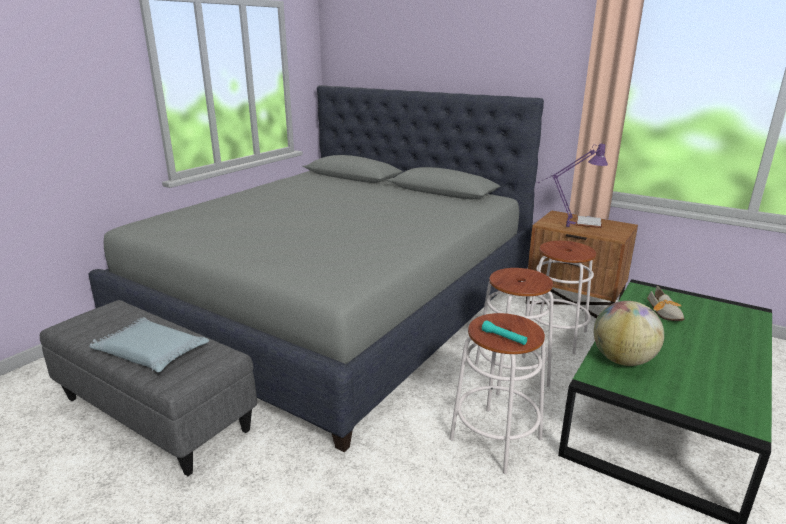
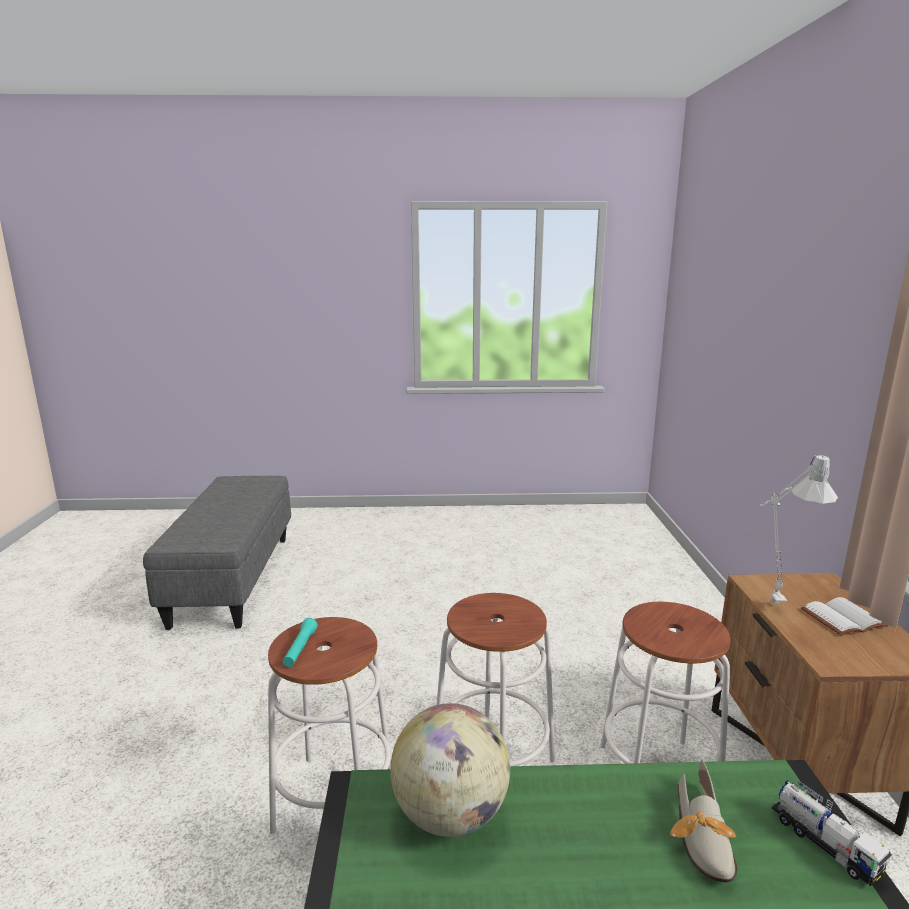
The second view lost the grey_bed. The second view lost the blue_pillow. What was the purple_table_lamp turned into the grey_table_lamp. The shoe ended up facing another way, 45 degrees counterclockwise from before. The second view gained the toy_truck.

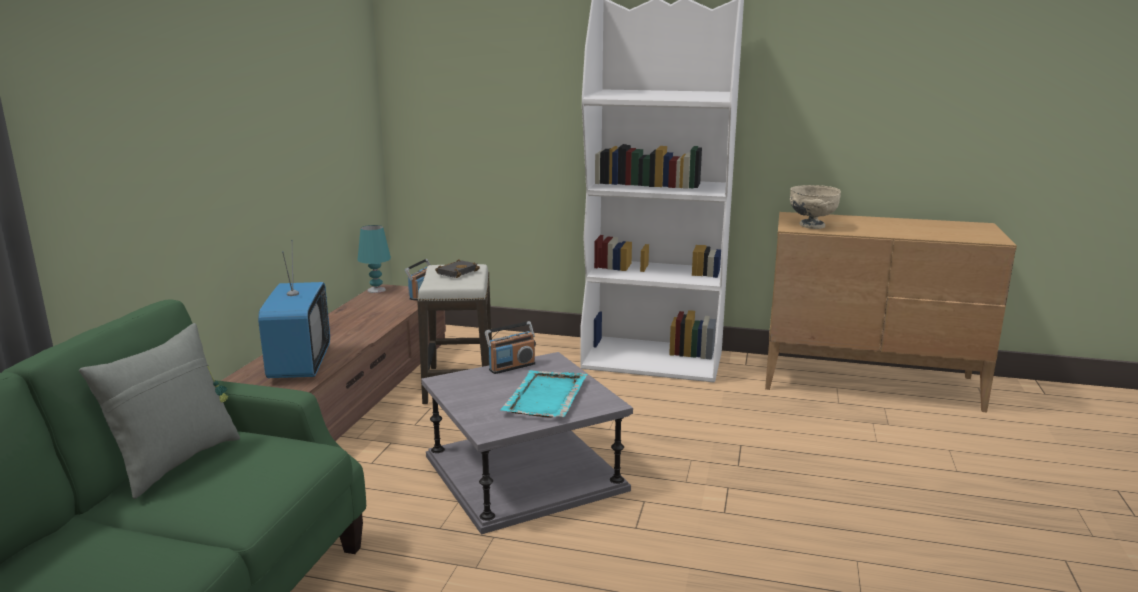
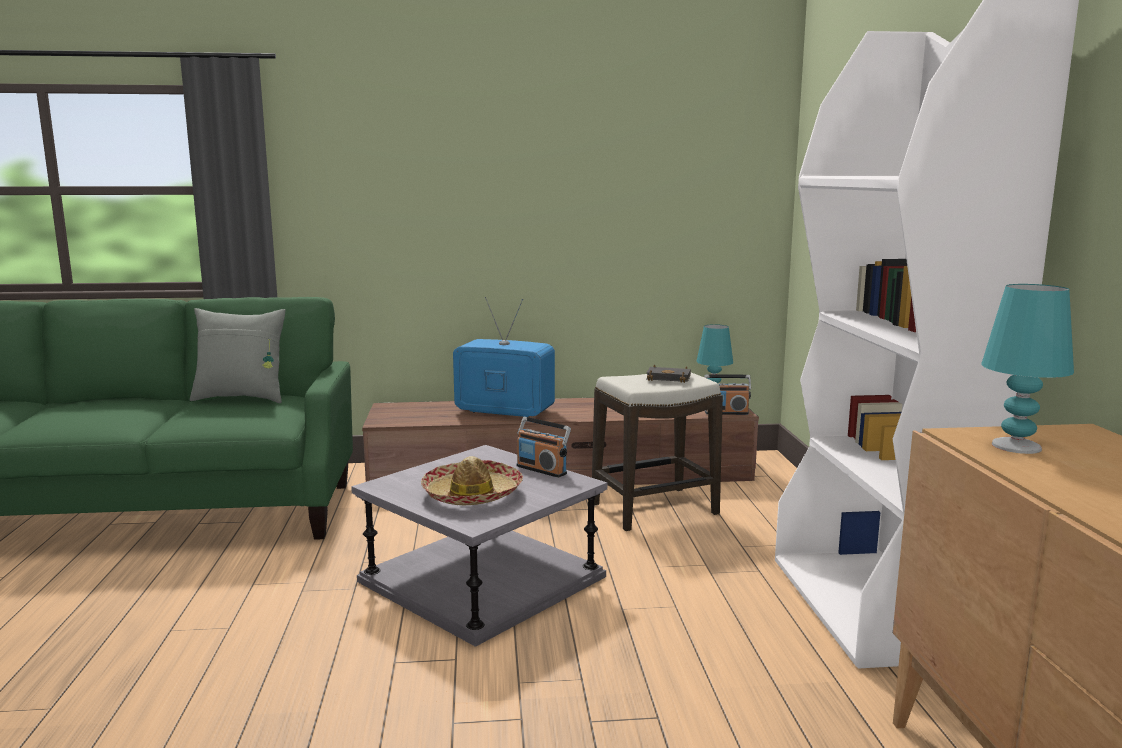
The television ended up facing another way, 135 degrees counterclockwise from before. Where the turquoise_tray stood, the hat came to stand. Where the beige_bowl stood, the turquoise_table_lamp (2nd from left) came to stand.

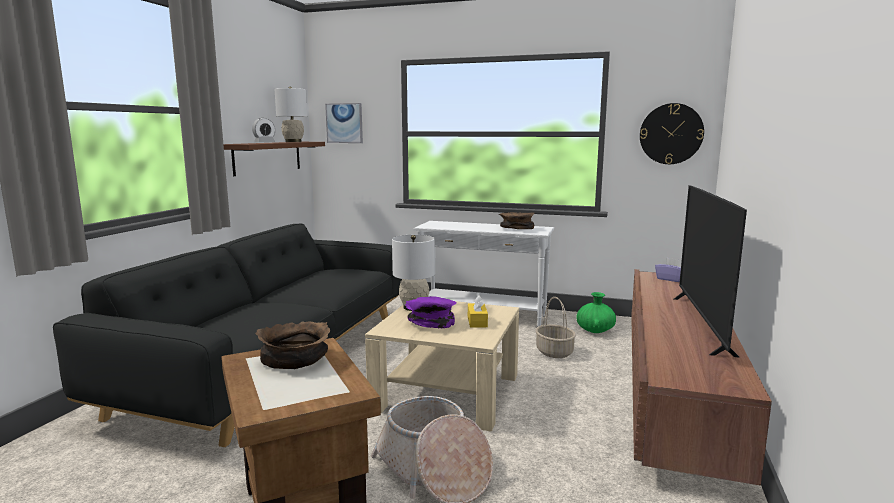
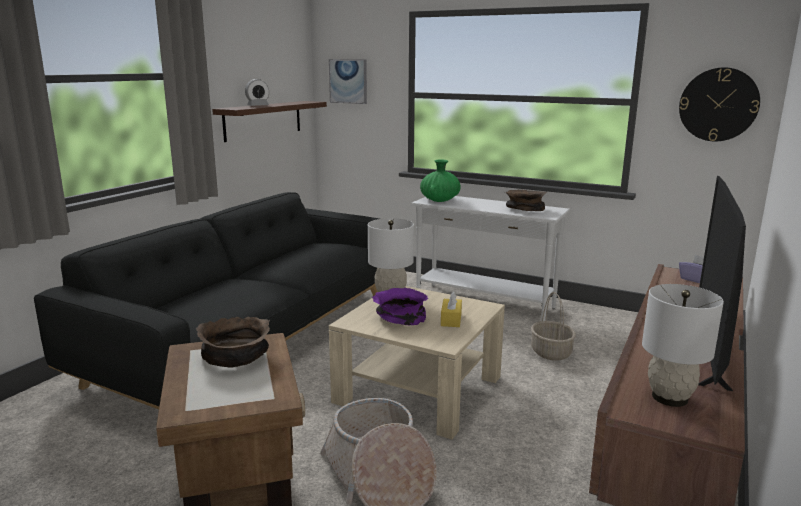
The white_table_lamp (1st from left in the first image) ended up elsewhere. The green_vase ended up elsewhere.

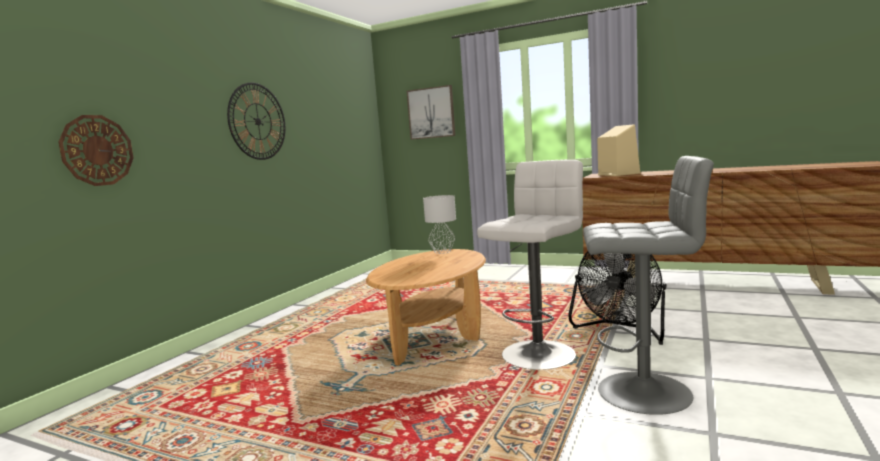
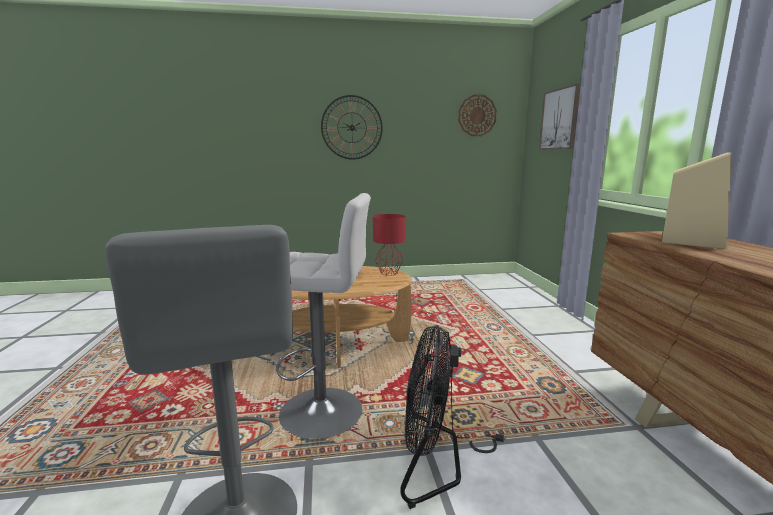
The wall_clock (1st from left in the first image) ended up elsewhere. What was the grey_table_lamp turned into the red_table_lamp.

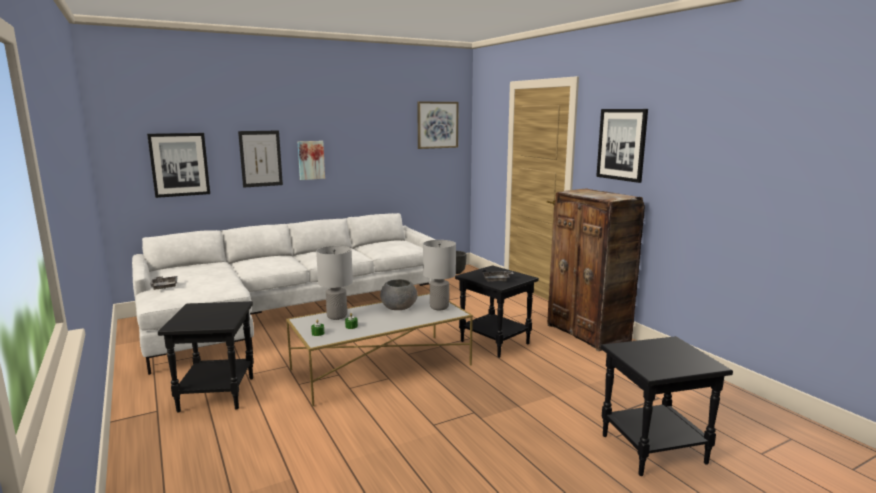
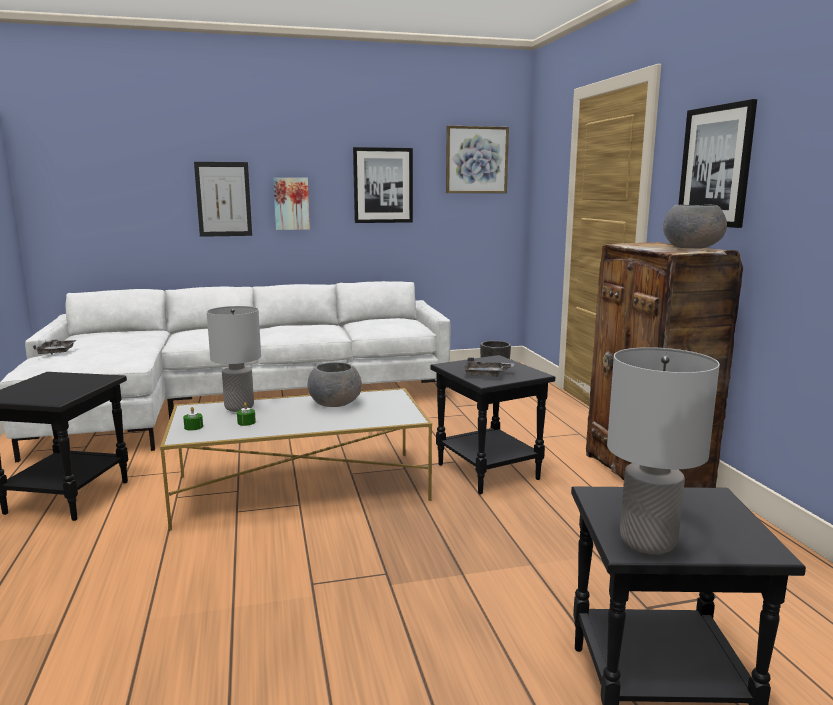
The picture (1st from left in the first image) ended up elsewhere. The grey_table_lamp (2nd from left) ended up elsewhere. The second view gained the grey_bowl (2nd from left).

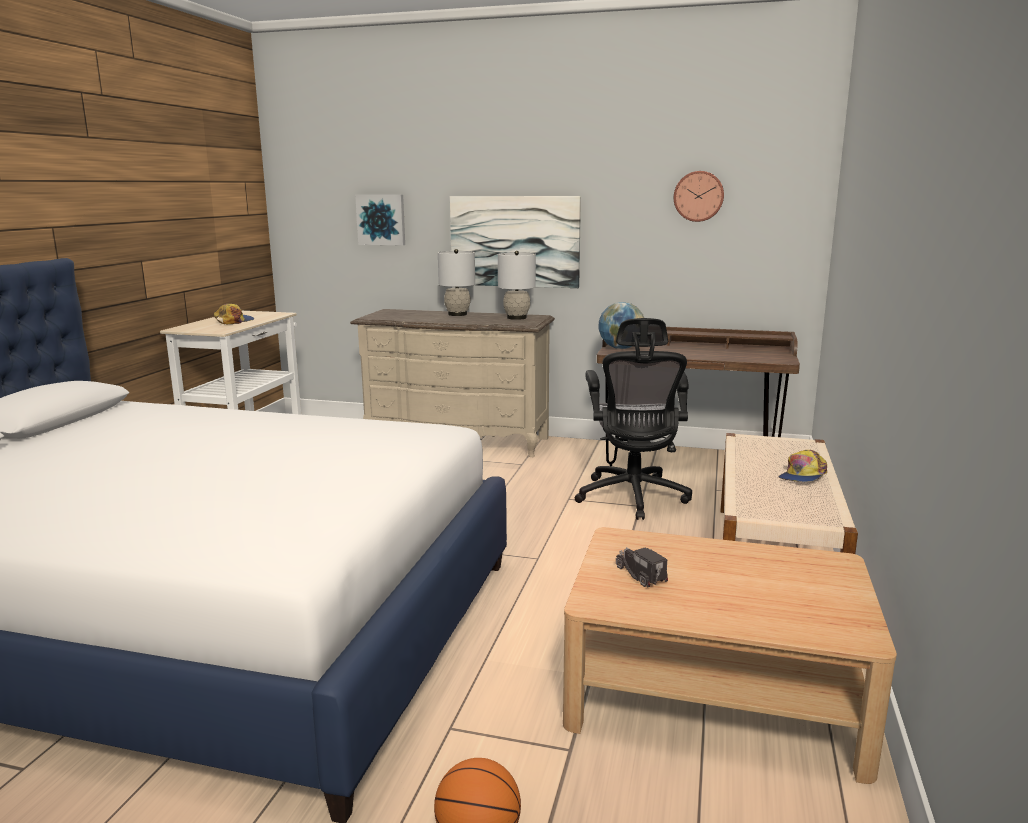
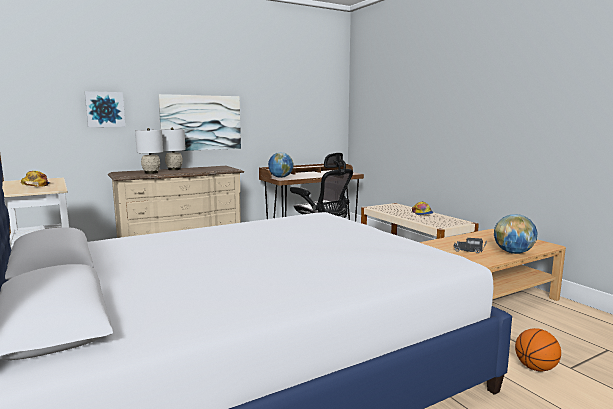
The white_table_lamp (2nd from left in the first image) ended up elsewhere. The second view lost the wall_clock. The second view gained the globe (2nd from left).

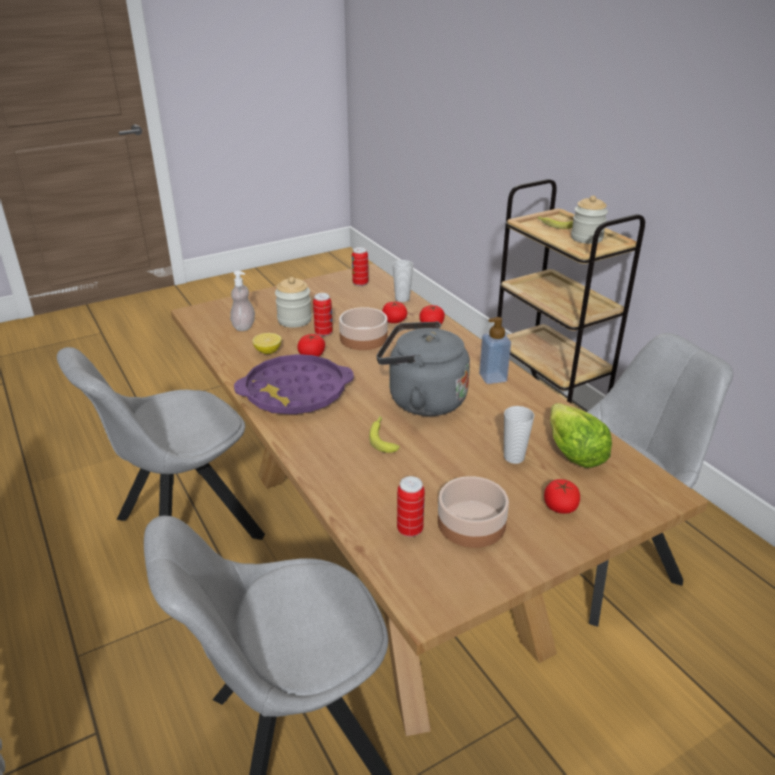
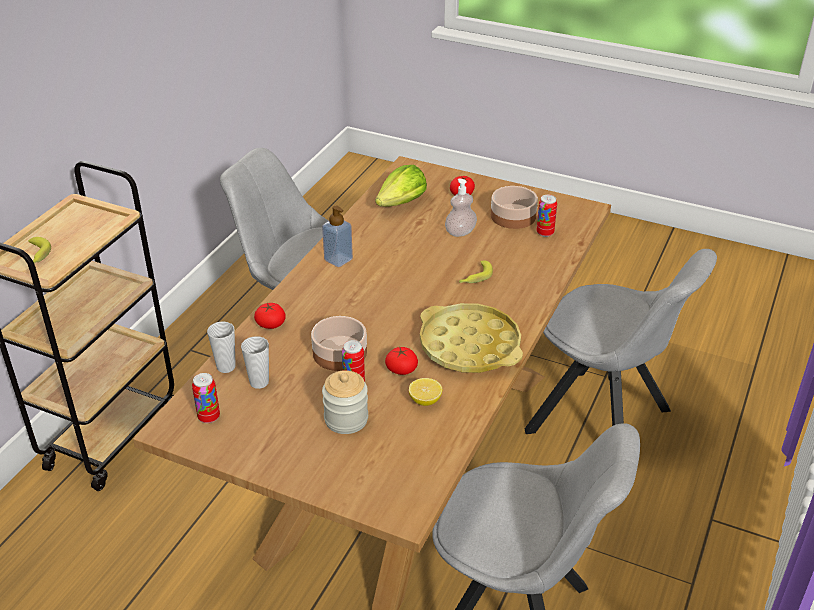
The soap_dispenser (1st from left in the first image) ended up elsewhere. What was the purple_tray turned into the yellow_tray. The second view lost the grey_kettle. The second view lost the tomato (2nd from left). The cup (2nd from left) ended up elsewhere. The second view lost the jar (2nd from left).

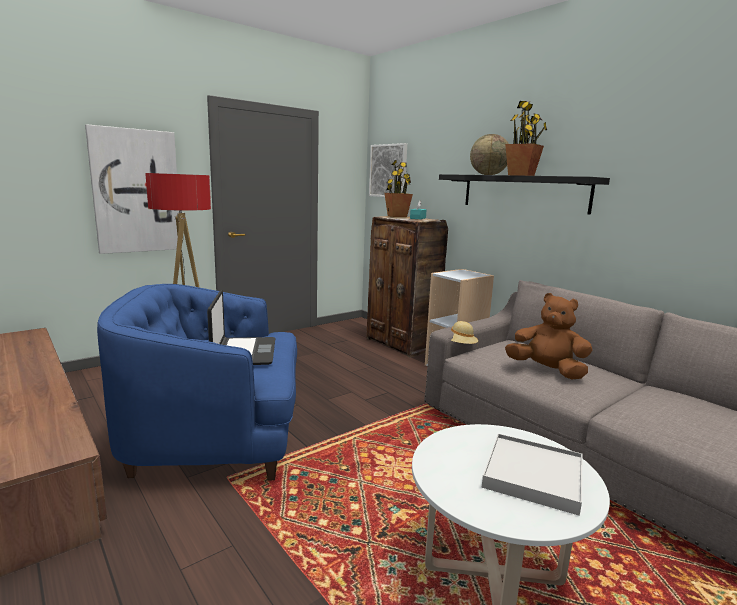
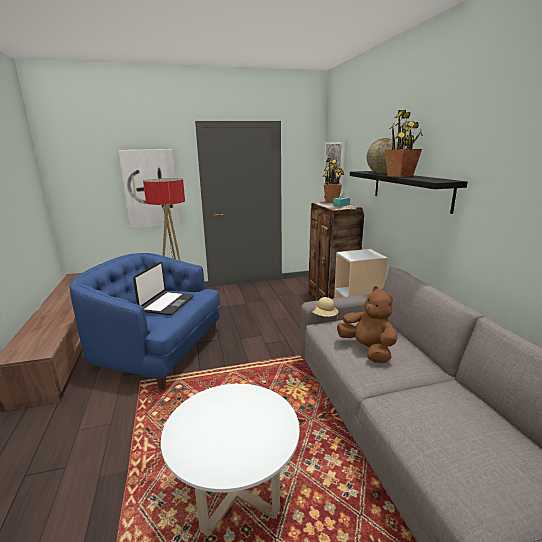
The second view lost the white_tray.

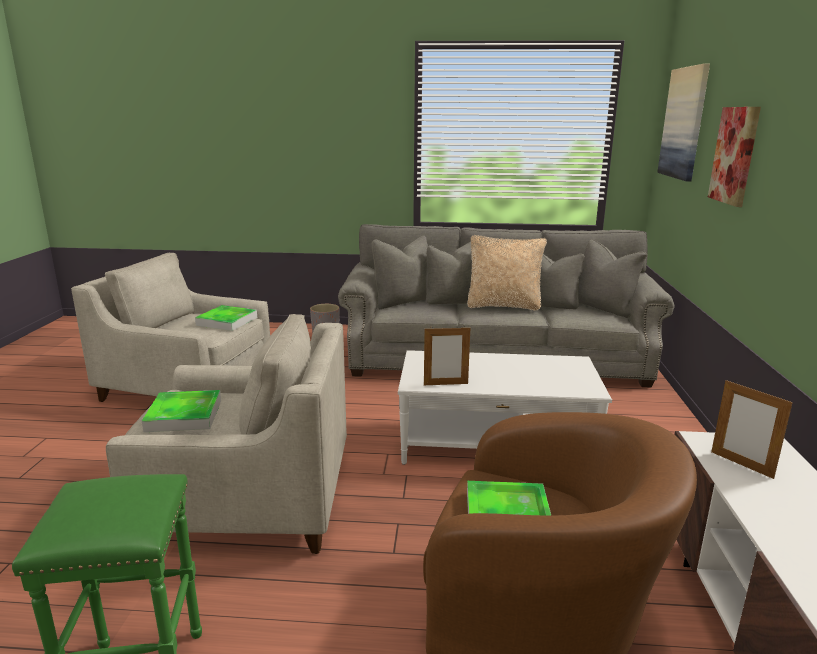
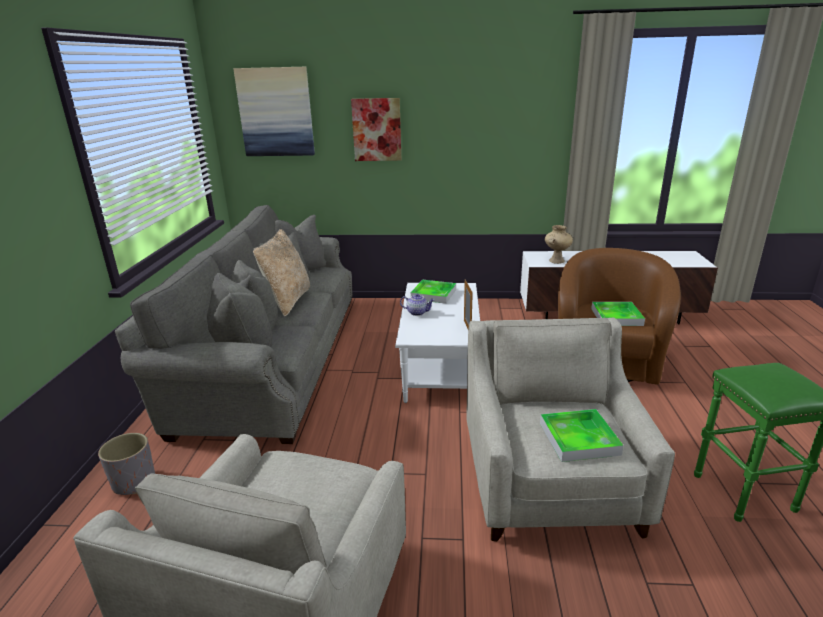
The tray (2nd from left in the first image) ended up elsewhere. Where the picture_frame (2nd from left) stood, the beige_vase came to stand. The second view gained the teapot.

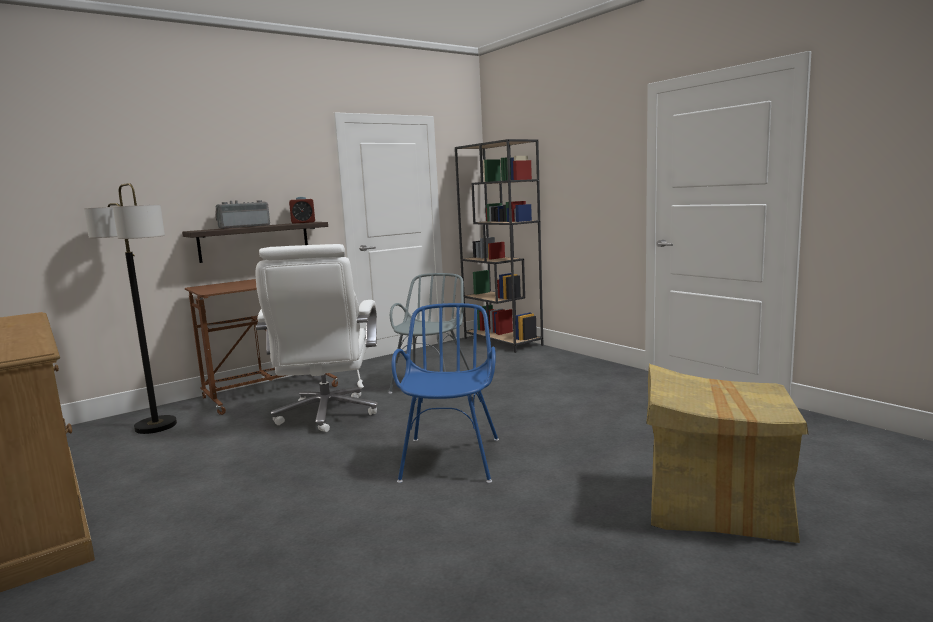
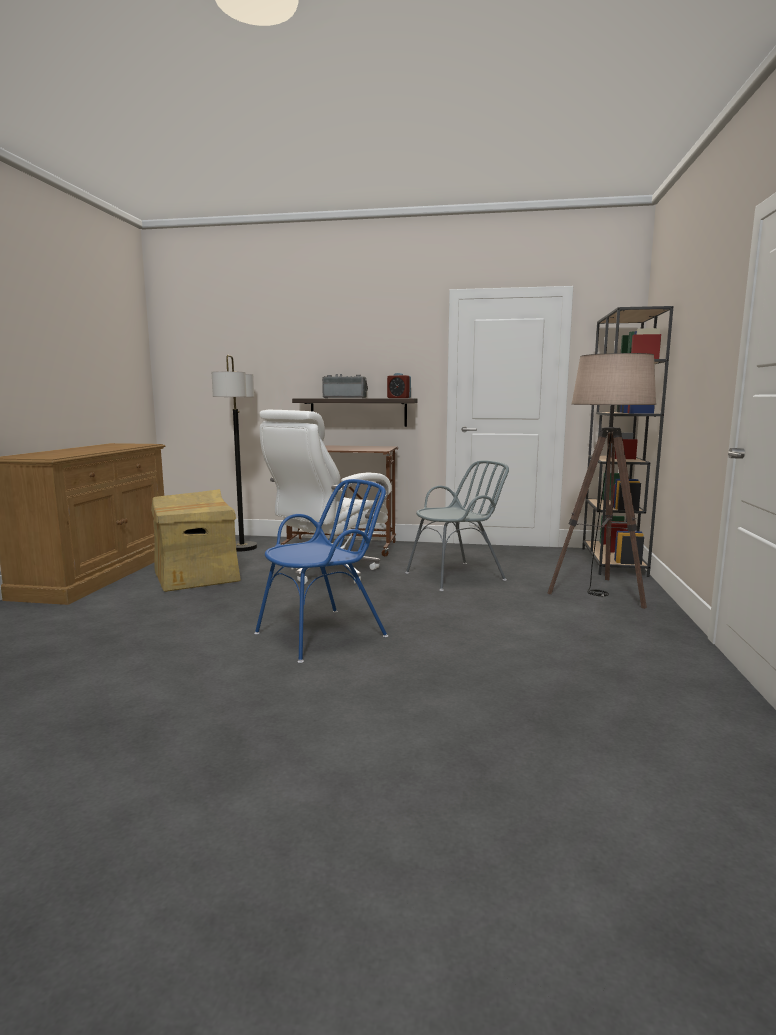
The cardboard_box ended up elsewhere. The second view gained the floor_lamp (2nd from left).

